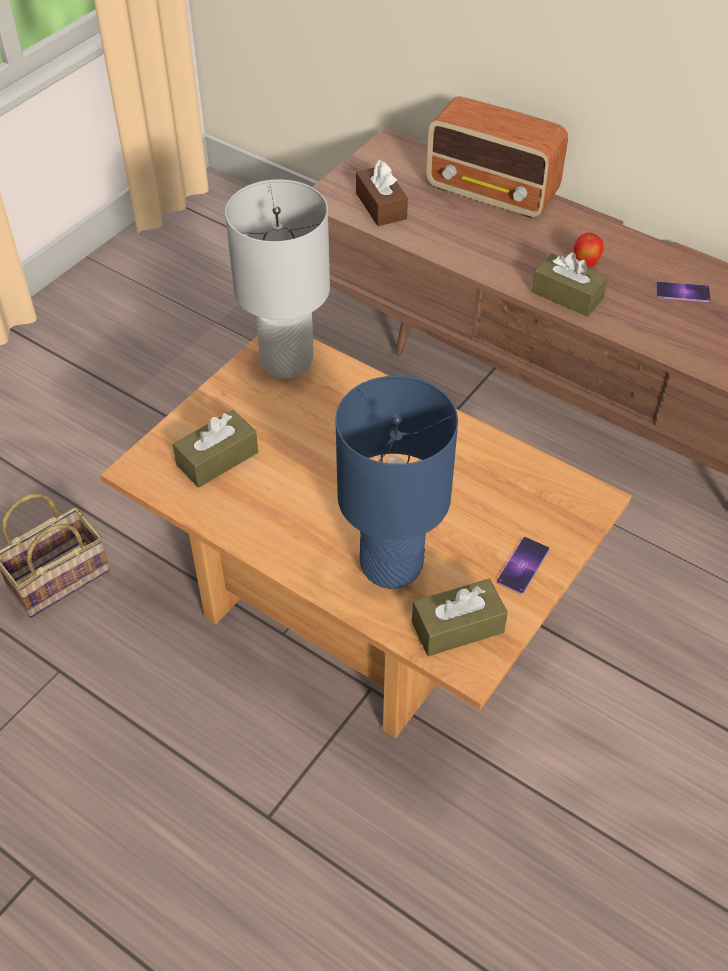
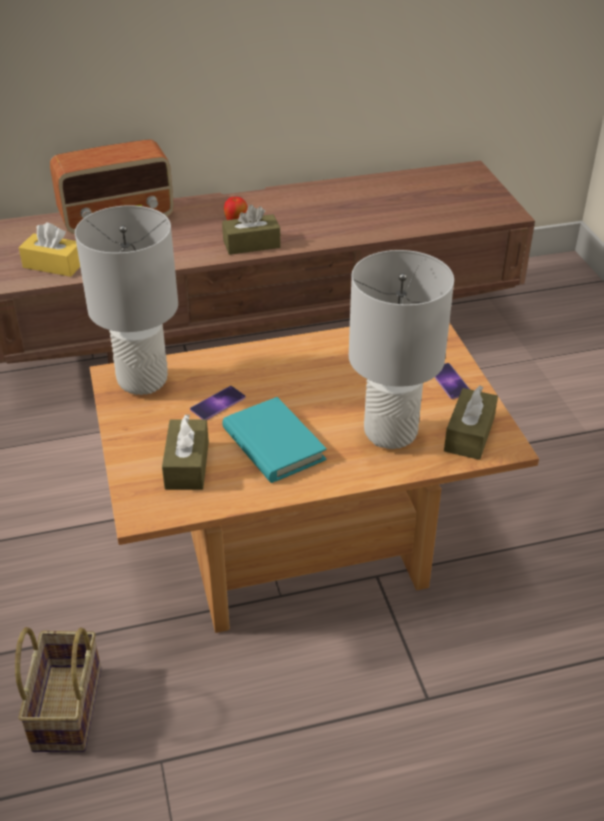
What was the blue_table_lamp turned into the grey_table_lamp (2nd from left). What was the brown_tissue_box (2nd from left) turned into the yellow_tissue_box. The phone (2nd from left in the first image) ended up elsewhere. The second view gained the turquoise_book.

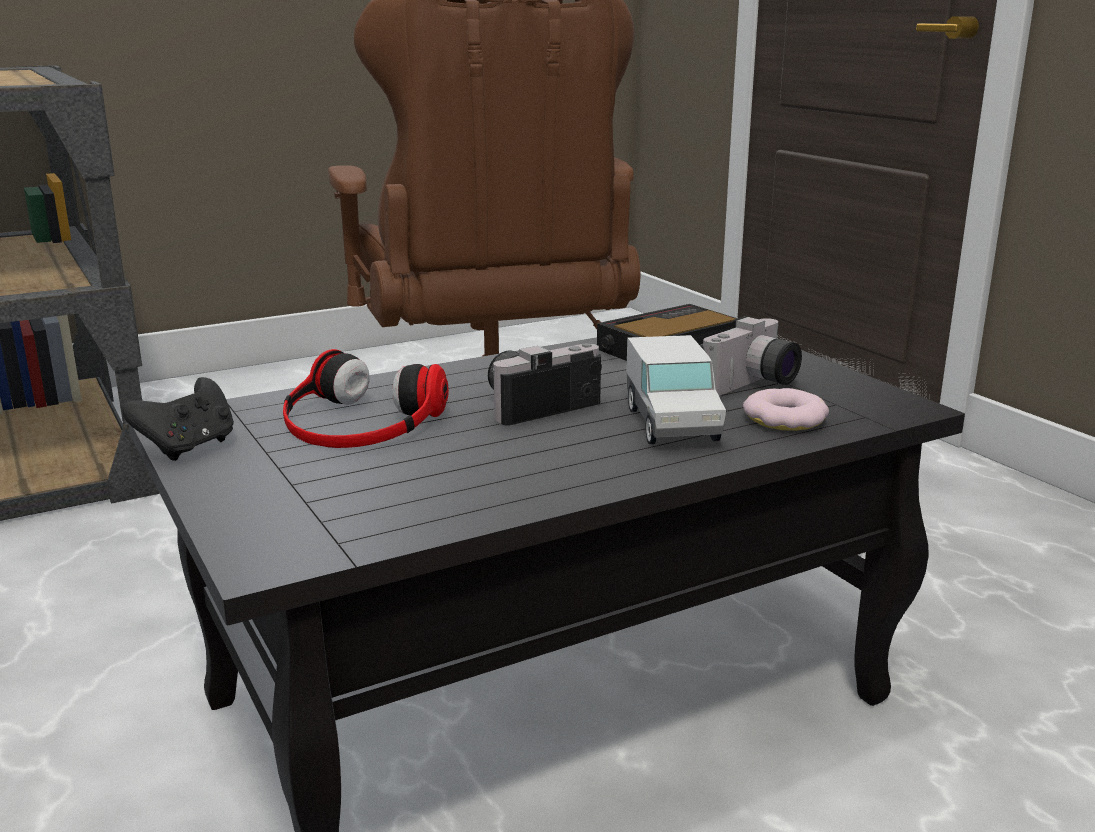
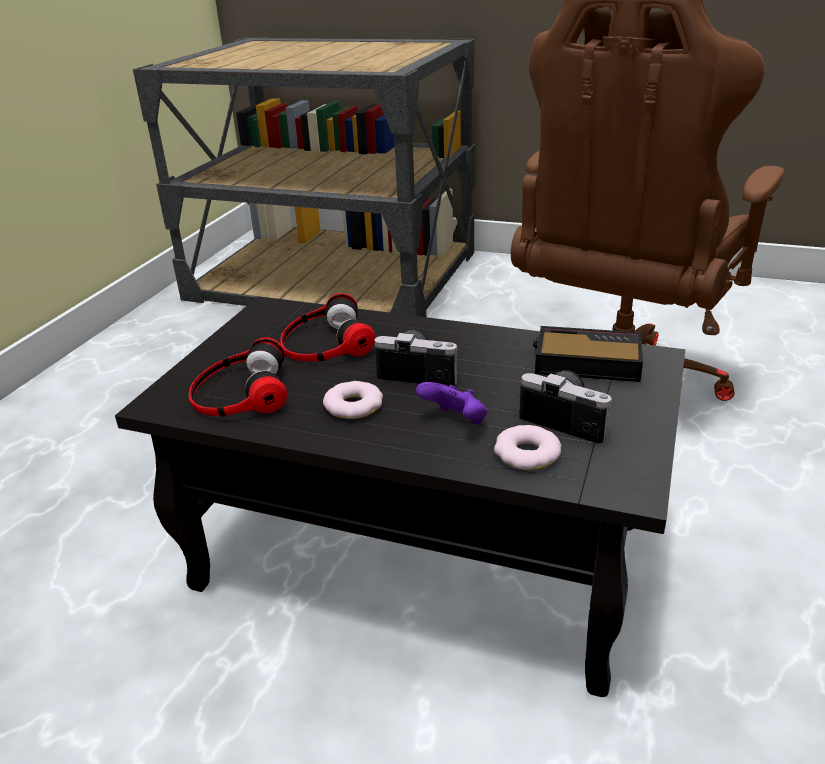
The second view lost the black_game_controller. Where the toy_truck stood, the purple_game_controller came to stand. The photo_camera (2nd from left) ended up facing another way, 150 degrees counterclockwise from before. The second view gained the headphones (1st from left). The second view gained the donut (1st from left).

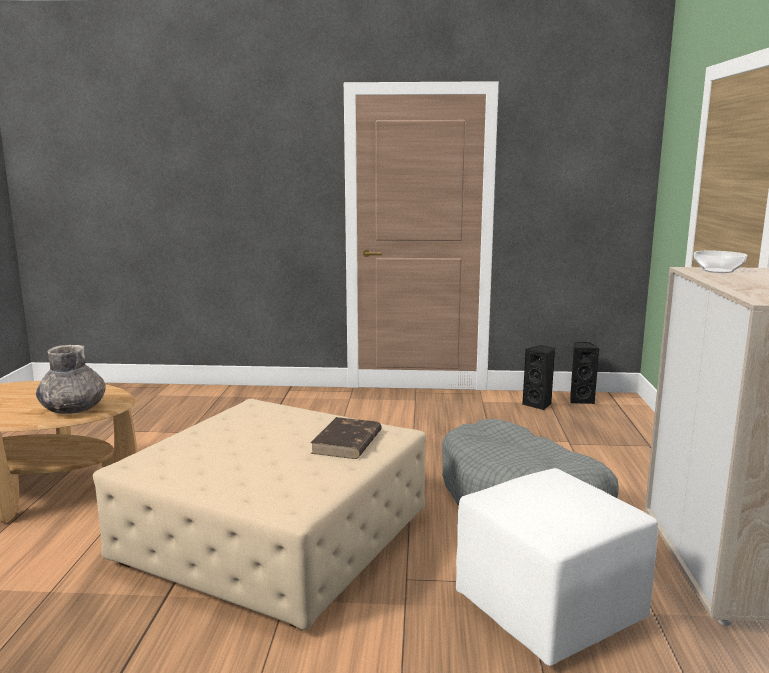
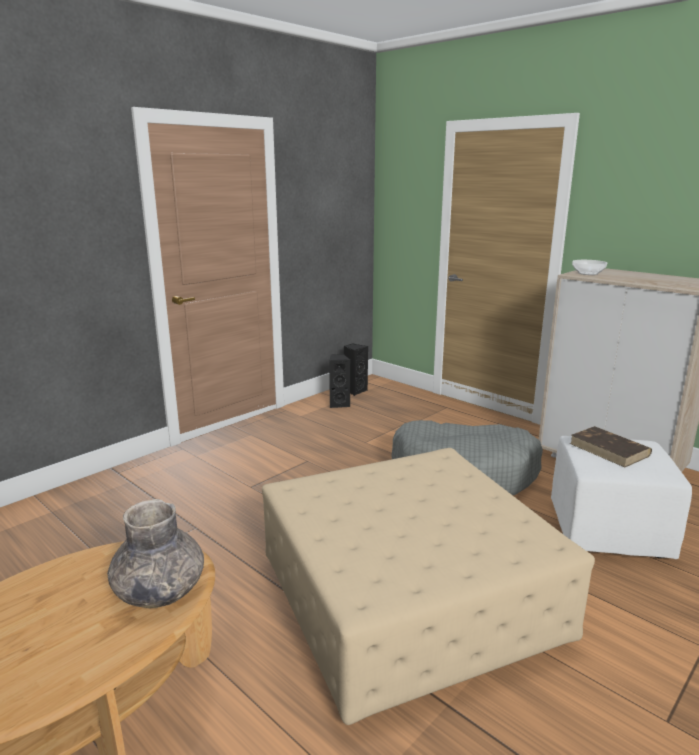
The brown_book ended up elsewhere.

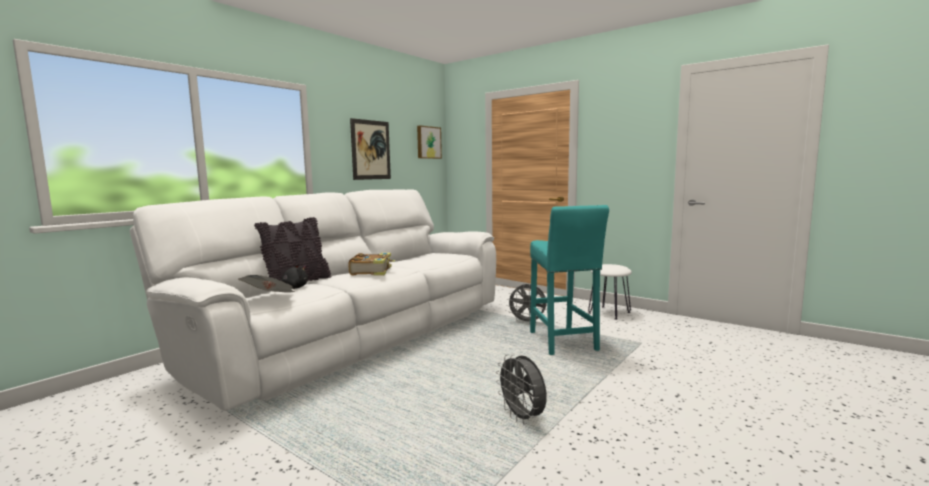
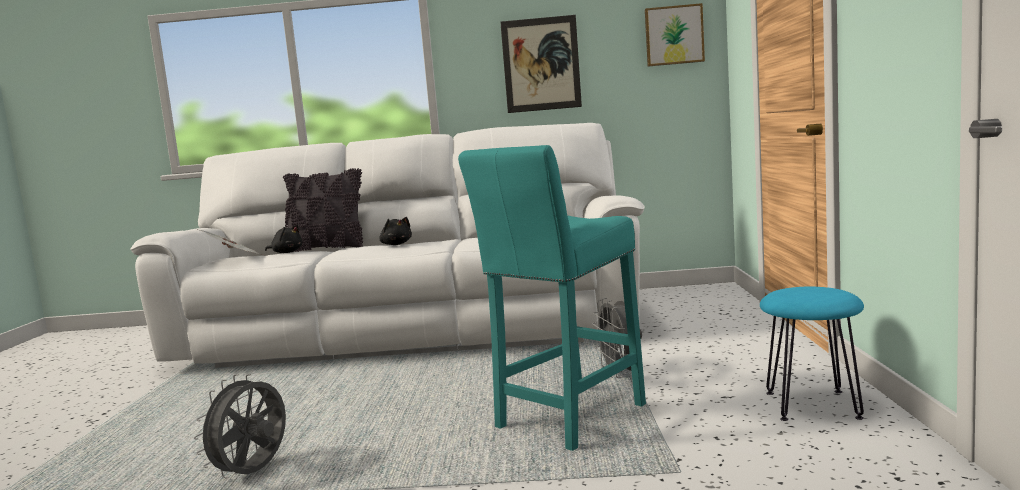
Where the book stood, the black_plush_toy (2nd from left) came to stand. What was the white_stool turned into the turquoise_stool (2nd from left).

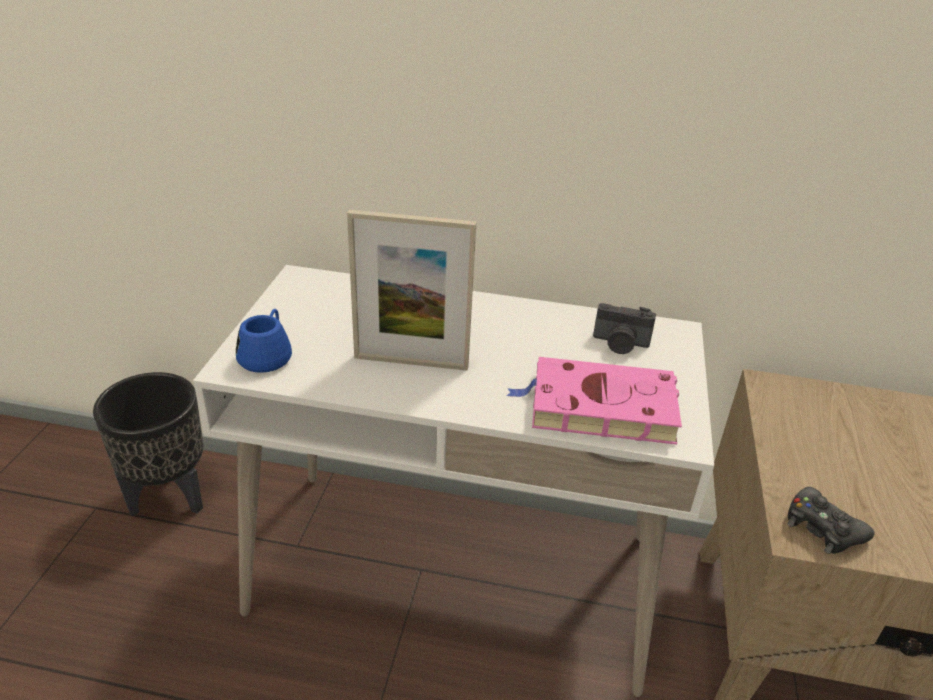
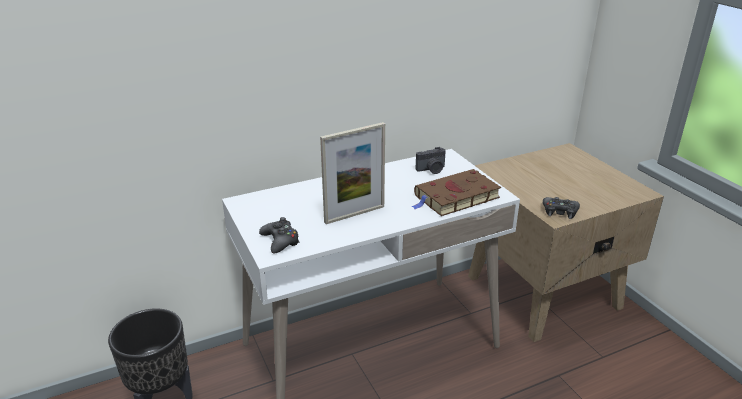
Where the blue_mug stood, the black_game_controller (1st from left) came to stand. What was the pink_book turned into the brown_book.

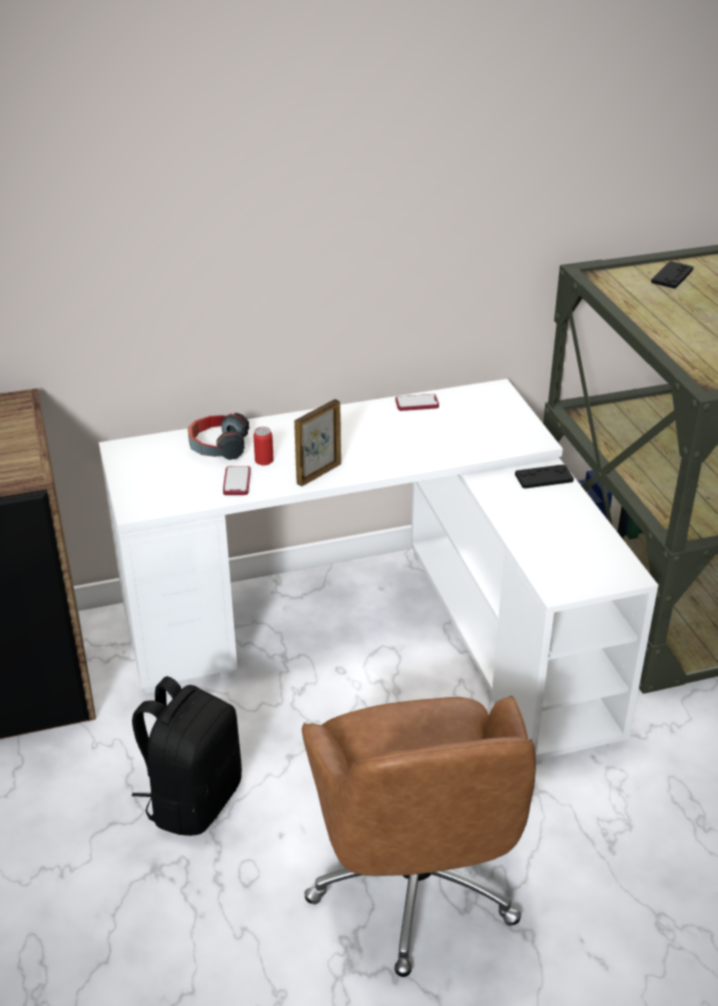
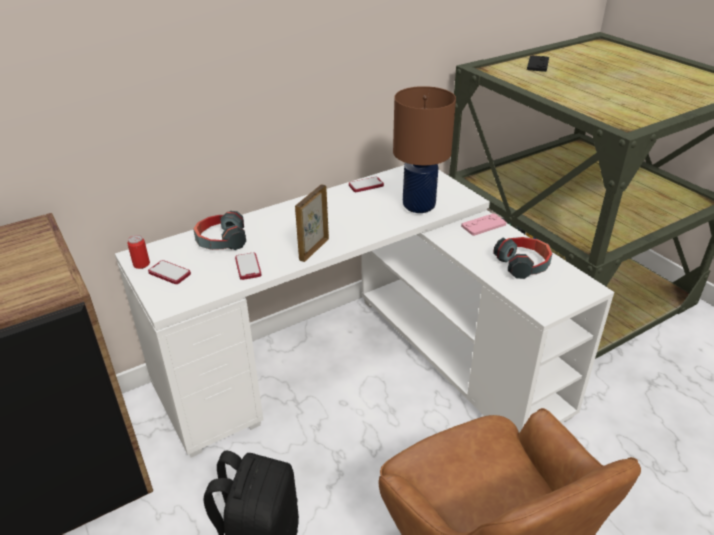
The can ended up elsewhere. What was the black_game_controller (1st from left) turned into the pink_game_controller. The second view gained the phone (1st from left). The second view gained the brown_table_lamp. The second view gained the headphones (2nd from left).

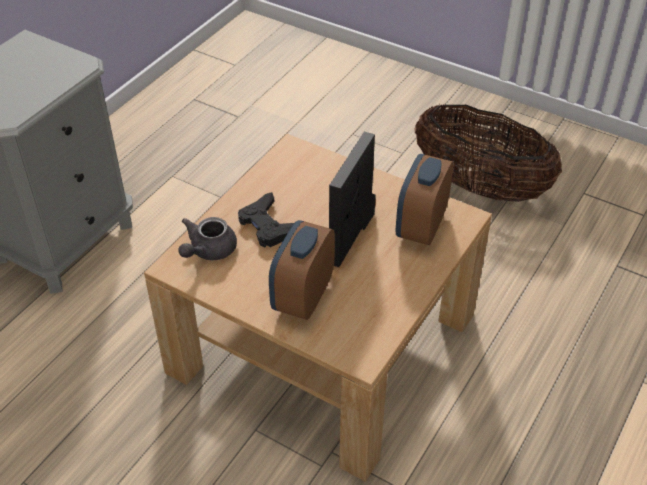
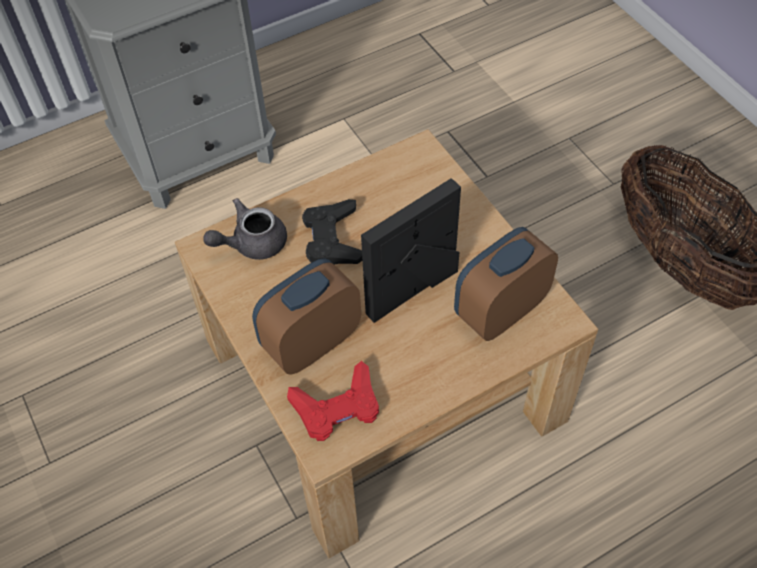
The second view gained the red_game_controller.

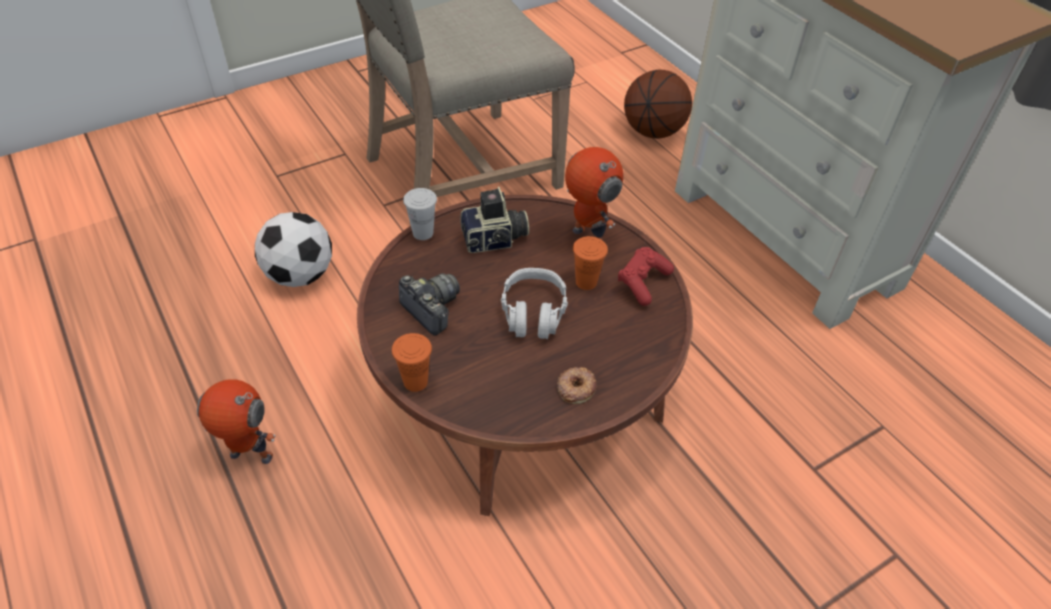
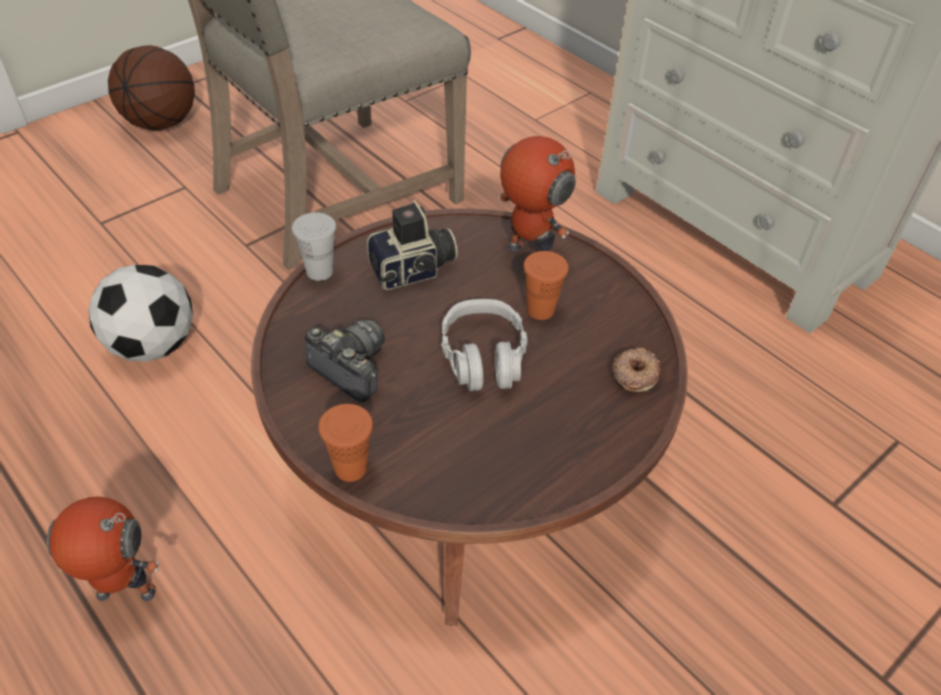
The donut ended up elsewhere. The second view lost the red_game_controller. The basketball ended up elsewhere.

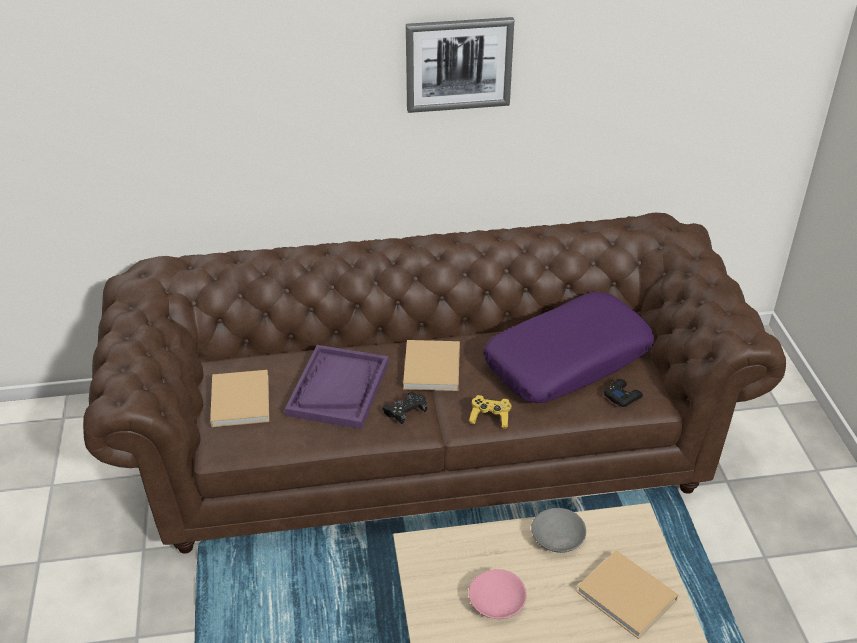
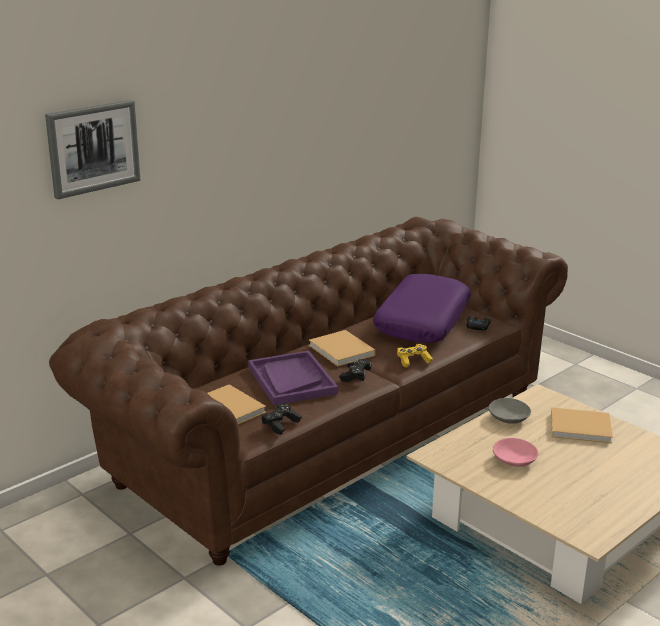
The picture ended up elsewhere. The second view gained the black_game_controller (1st from left).

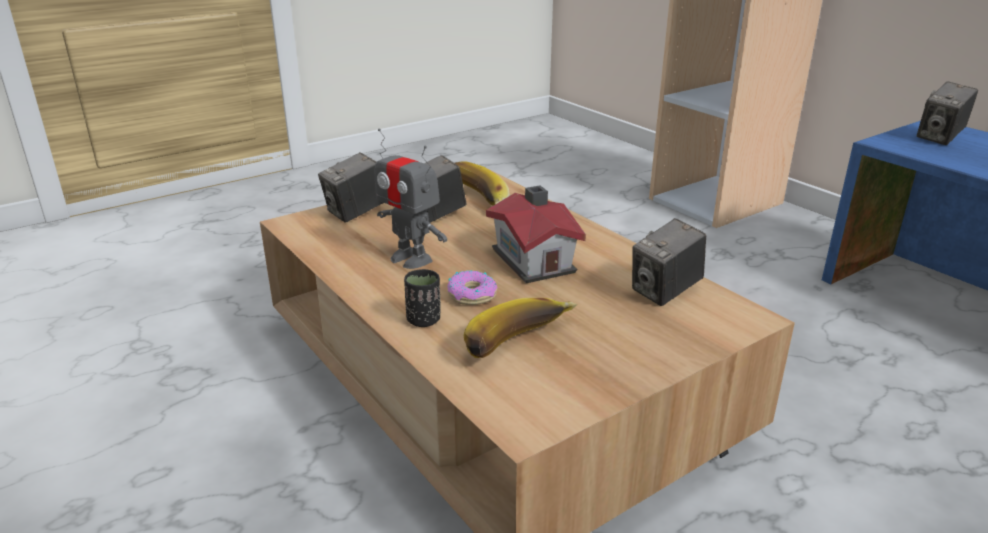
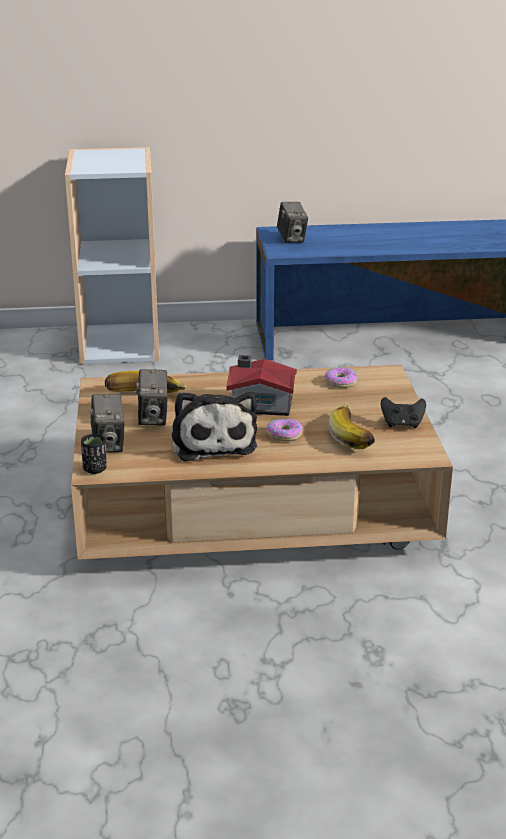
Where the toy_robot stood, the plush_toy came to stand. The black_cup ended up elsewhere. Where the photo_camera (3rd from left) stood, the donut (2nd from left) came to stand. The second view gained the black_game_controller.

